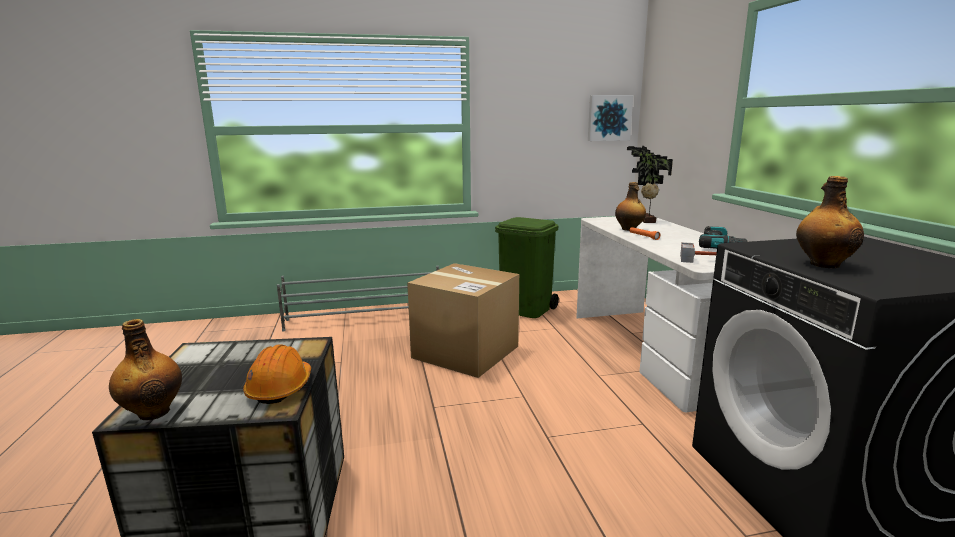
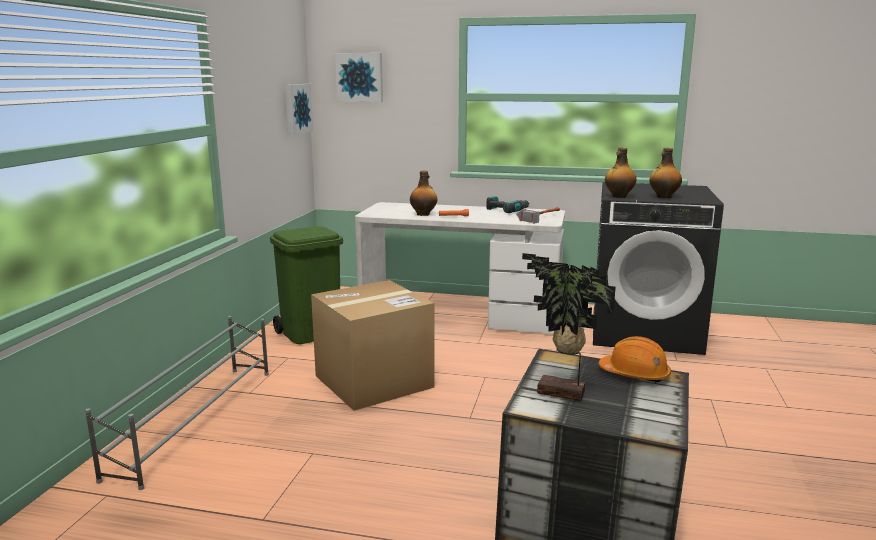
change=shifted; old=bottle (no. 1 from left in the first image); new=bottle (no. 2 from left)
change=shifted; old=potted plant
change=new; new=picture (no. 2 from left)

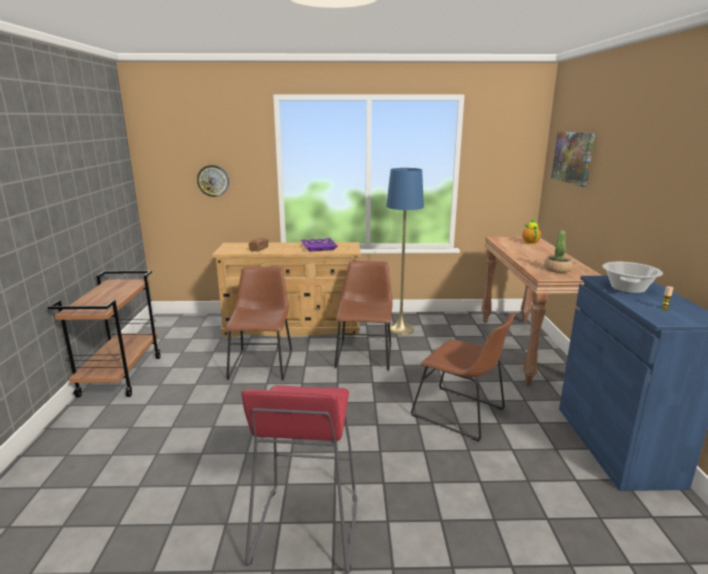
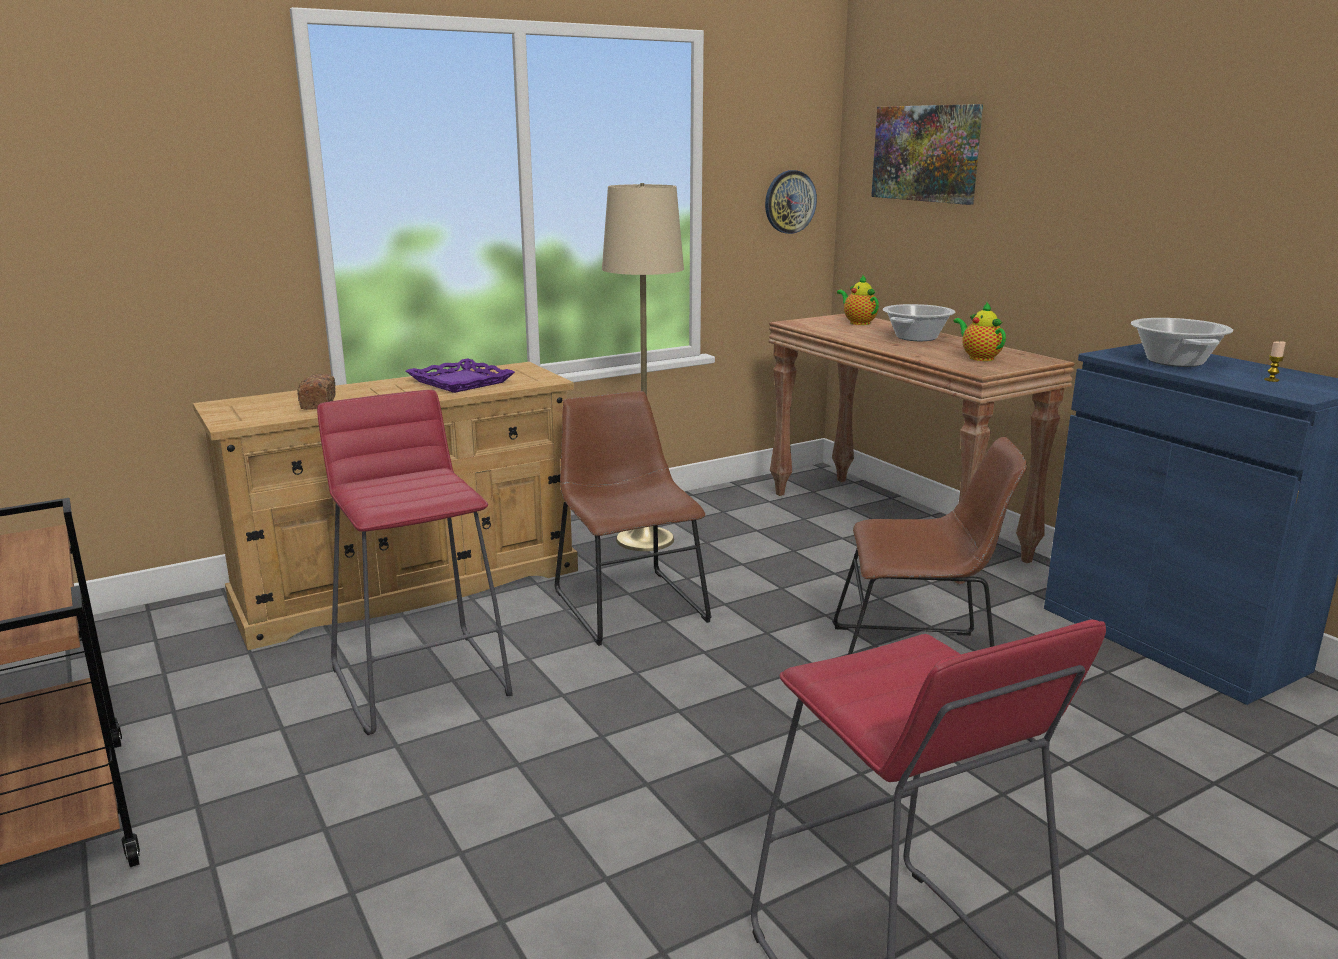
change=shifted; old=wall clock
change=swapped; old=chair (brown) (no. 1 from left); new=stool (red) (no. 1 from left)
change=repainted; old=floor lamp (blue); new=floor lamp (beige)
change=swapped; old=potted plant; new=teapot (no. 2 from left)
change=new; new=cooking pot (no. 1 from left)

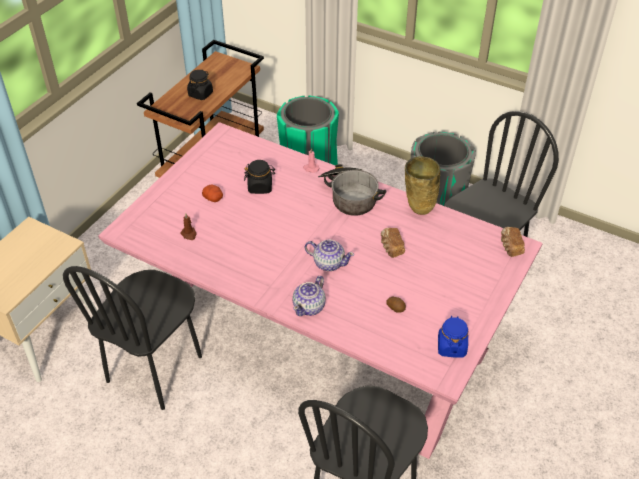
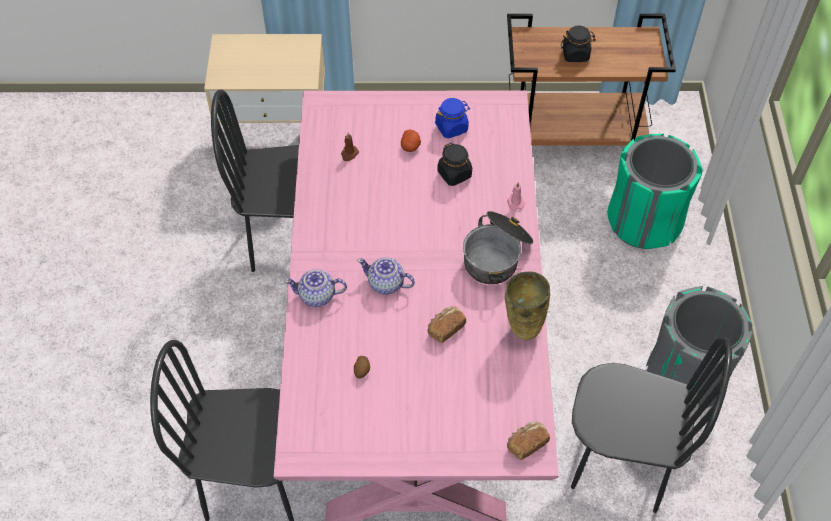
change=rotated; old=teapot (no. 2 from left); degrees=120
change=shifted; old=jar (blue)

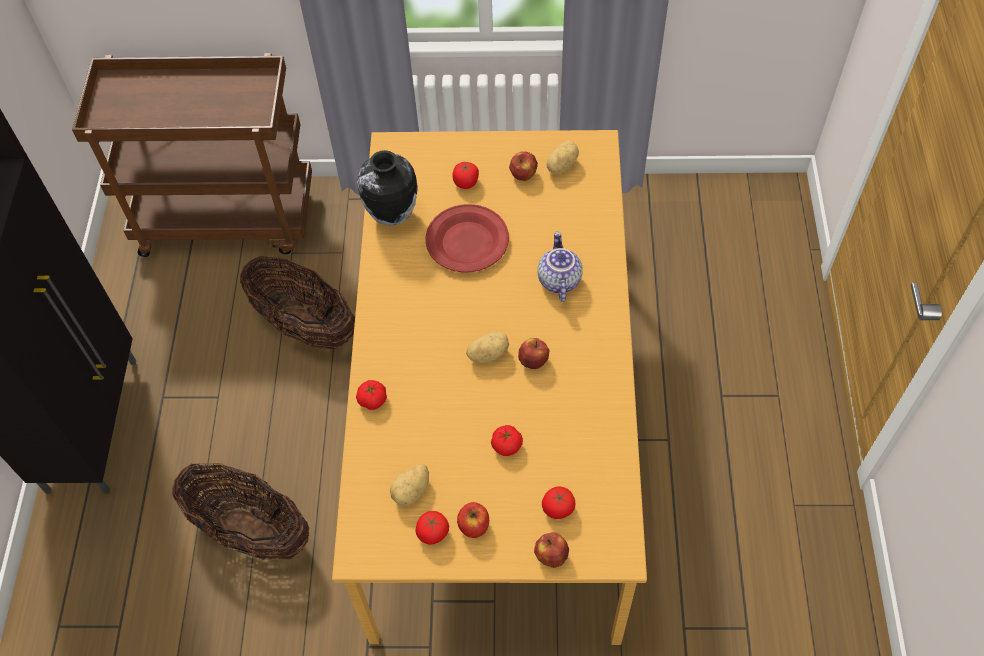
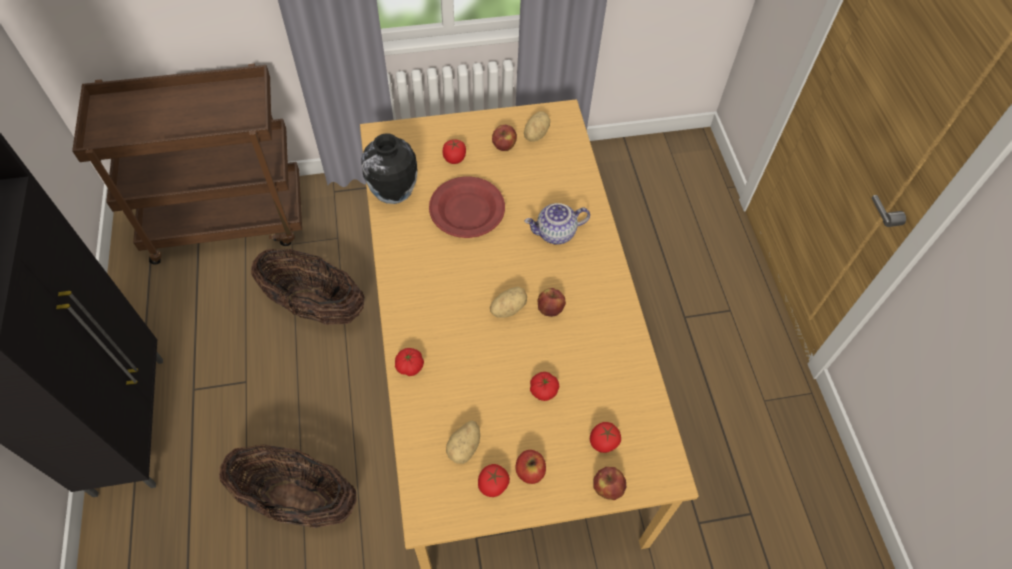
change=rotated; old=teapot; degrees=-90

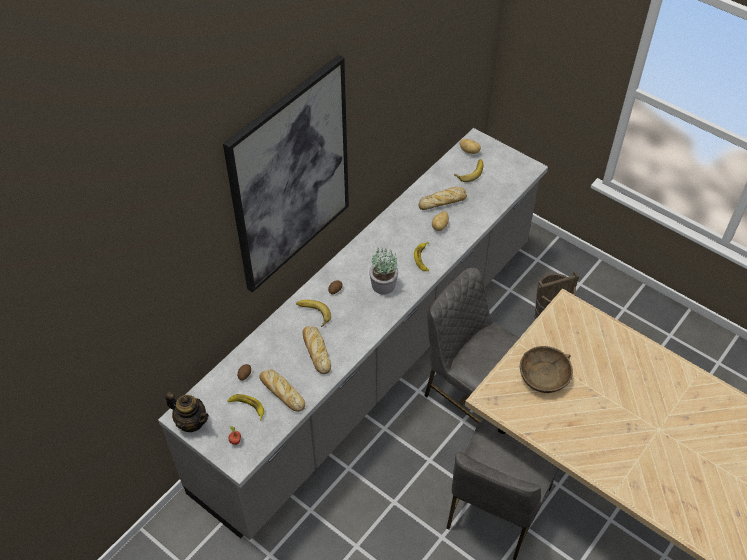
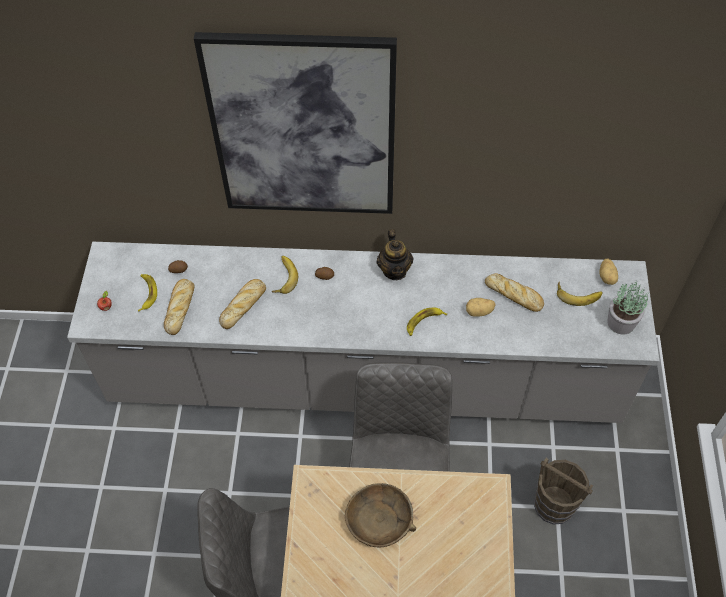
change=shifted; old=teapot
change=shifted; old=potted plant

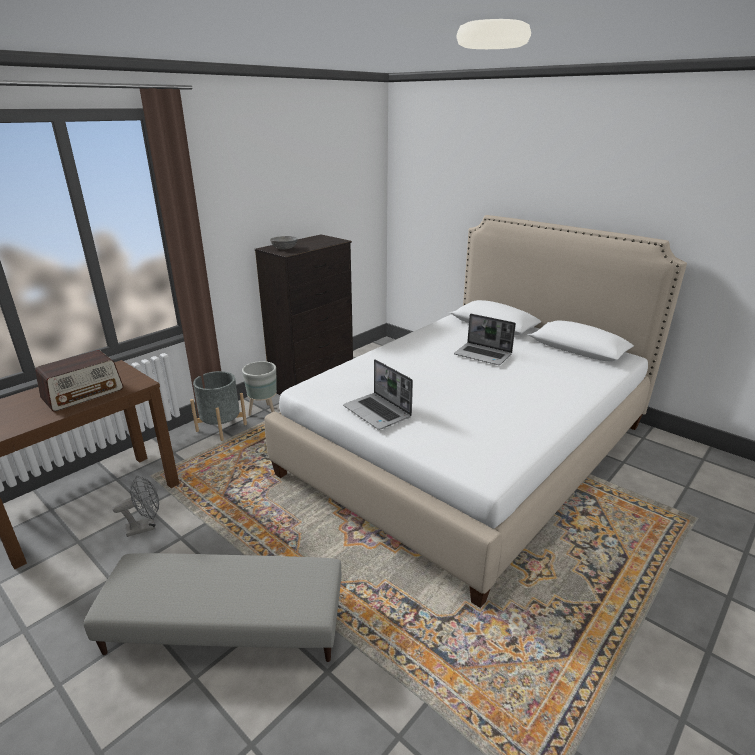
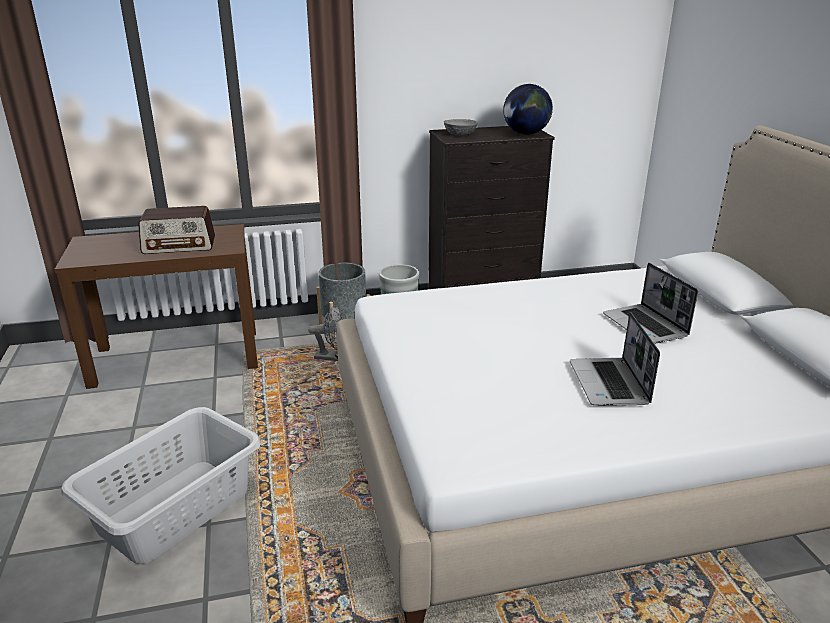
change=swapped; old=ottoman (grey); new=laundry basket (grey)
change=shifted; old=fan (grey)
change=shifted; old=laptop (no. 1 from left)
change=new; new=globe

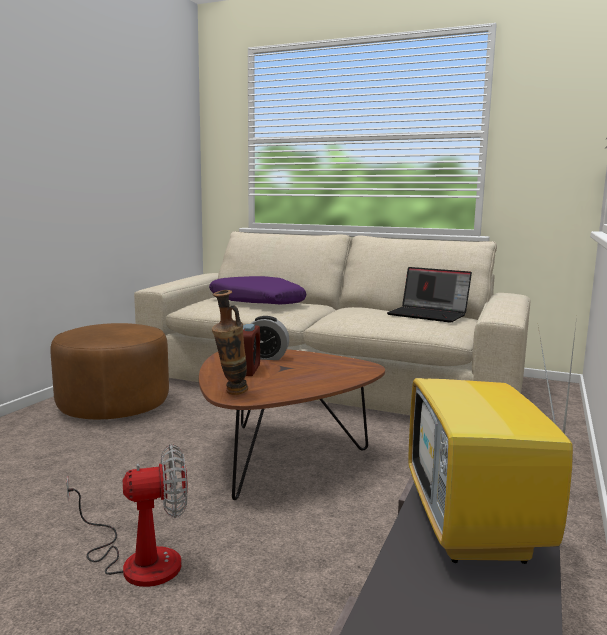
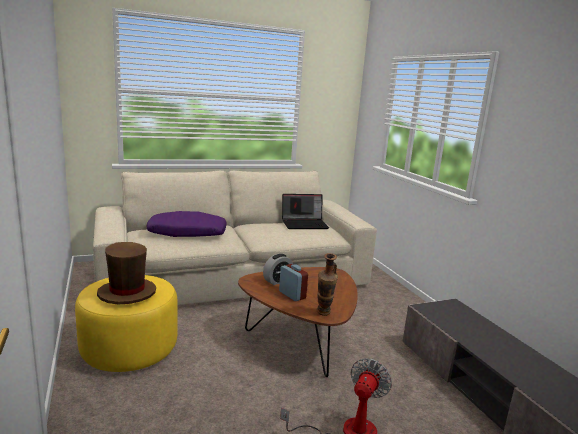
change=repainted; old=ottoman (brown); new=ottoman (yellow)
change=gone; old=television
change=new; new=hat (brown)

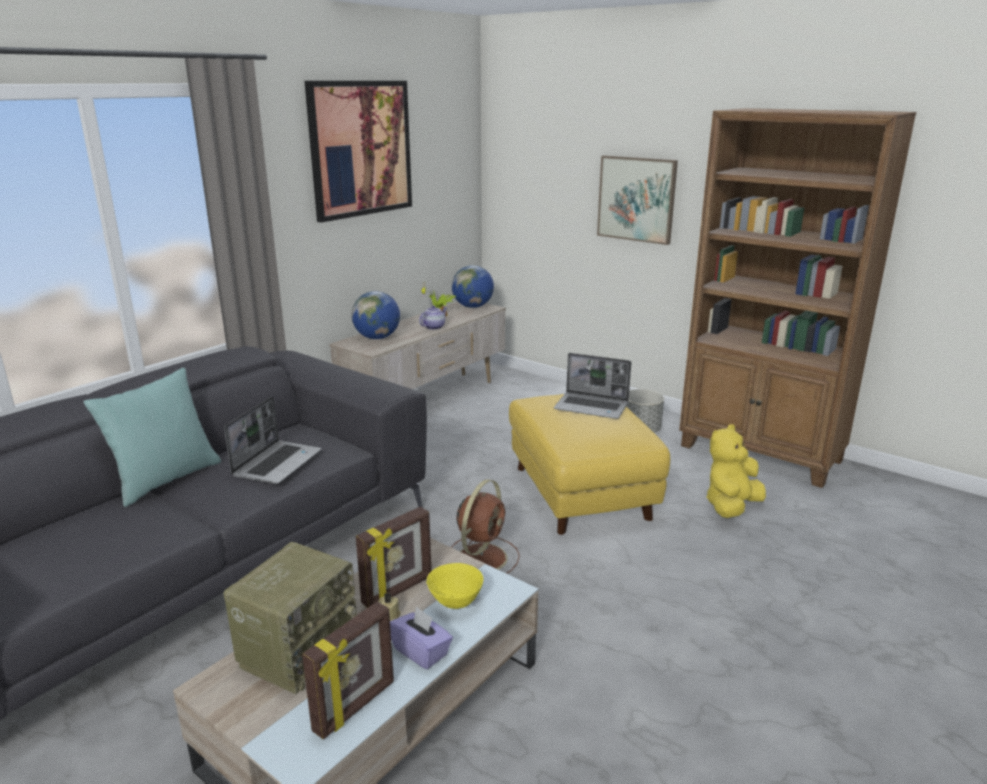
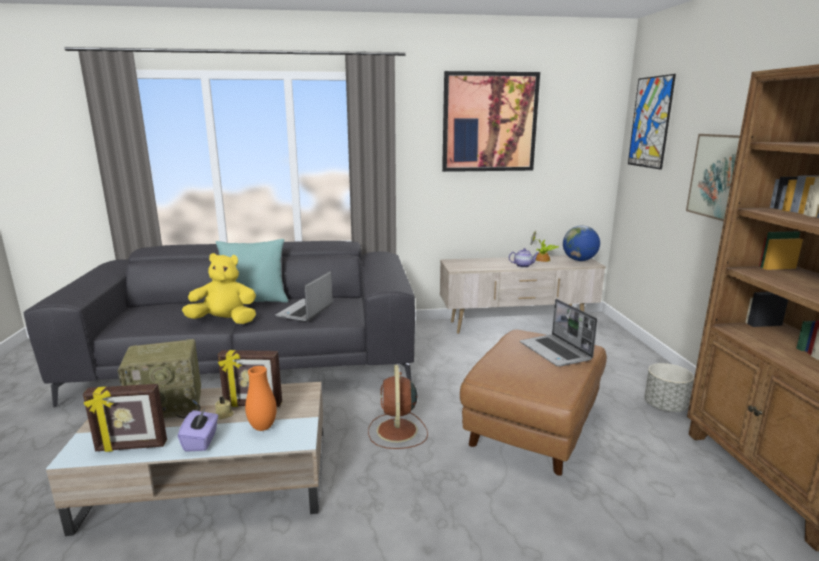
change=rotated; old=laptop (no. 1 from left); degrees=135
change=gone; old=globe (no. 1 from left)
change=swapped; old=bowl (yellow); new=vase (orange)
change=rotated; old=fan (brown); degrees=105
change=repainted; old=ottoman (yellow); new=ottoman (brown)
change=shifted; old=plush toy (yellow)
change=new; new=picture (no. 2 from left)

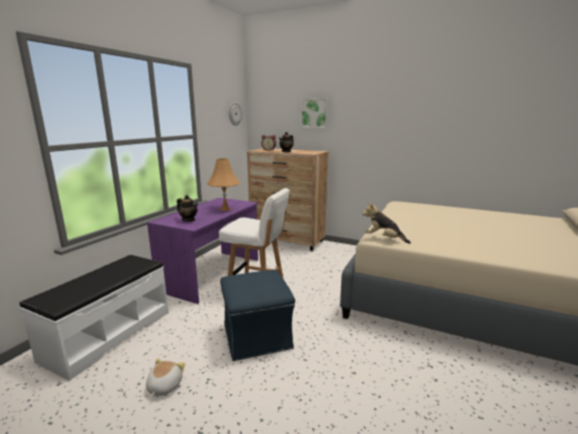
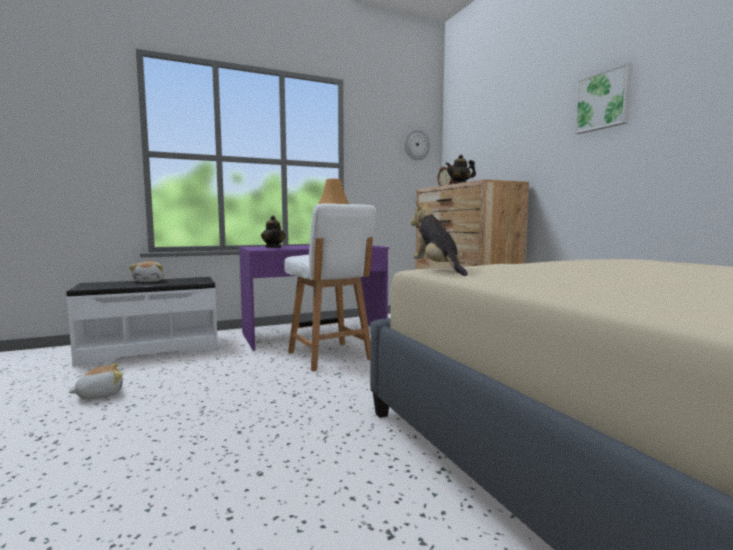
change=gone; old=ottoman (blue)
change=shifted; old=picture
change=new; new=plush toy (no. 2 from left)

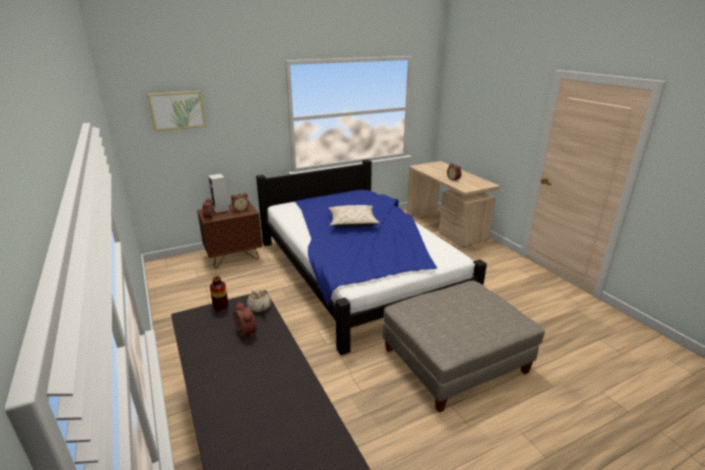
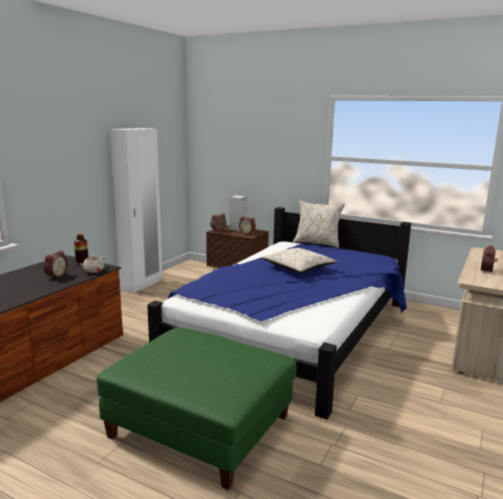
change=gone; old=picture
change=repainted; old=ottoman (grey); new=ottoman (green)
change=new; new=wardrobe (white)
change=new; new=pillow (beige) (no. 2 from left)

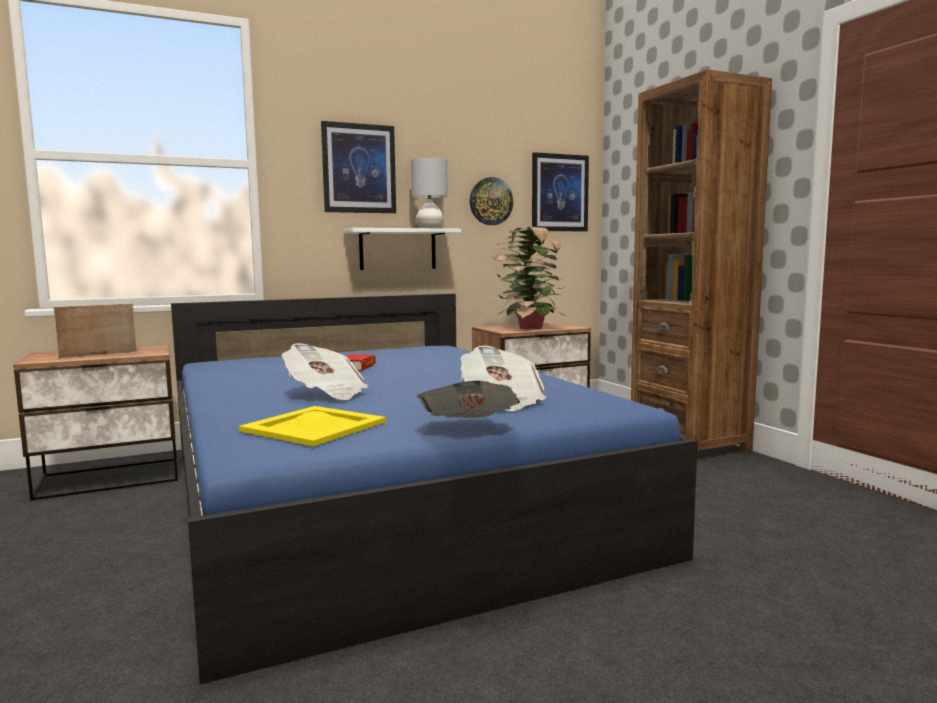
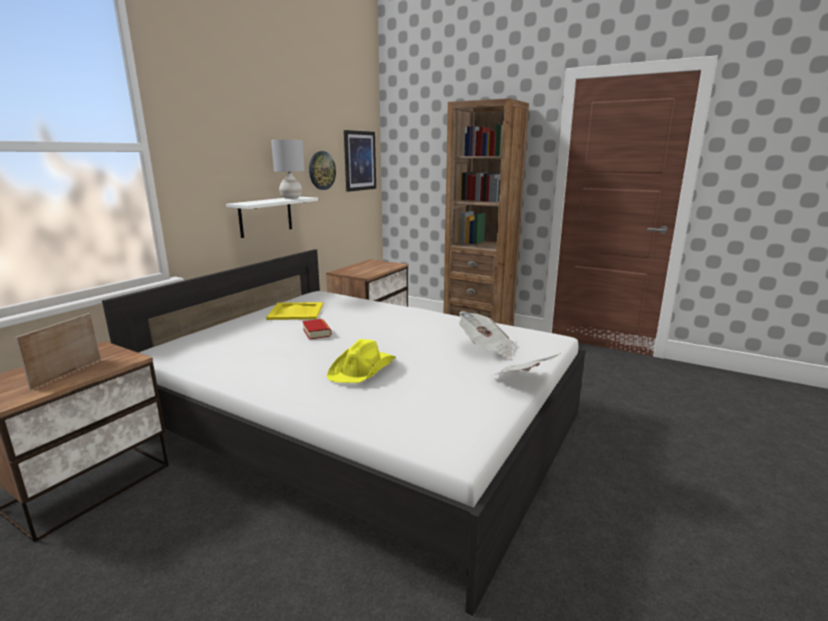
change=repainted; old=bed (blue); new=bed (white)
change=shifted; old=tray (yellow)
change=swapped; old=newspaper (no. 1 from left); new=hat (yellow)
change=gone; old=picture (no. 1 from left)
change=gone; old=potted plant

